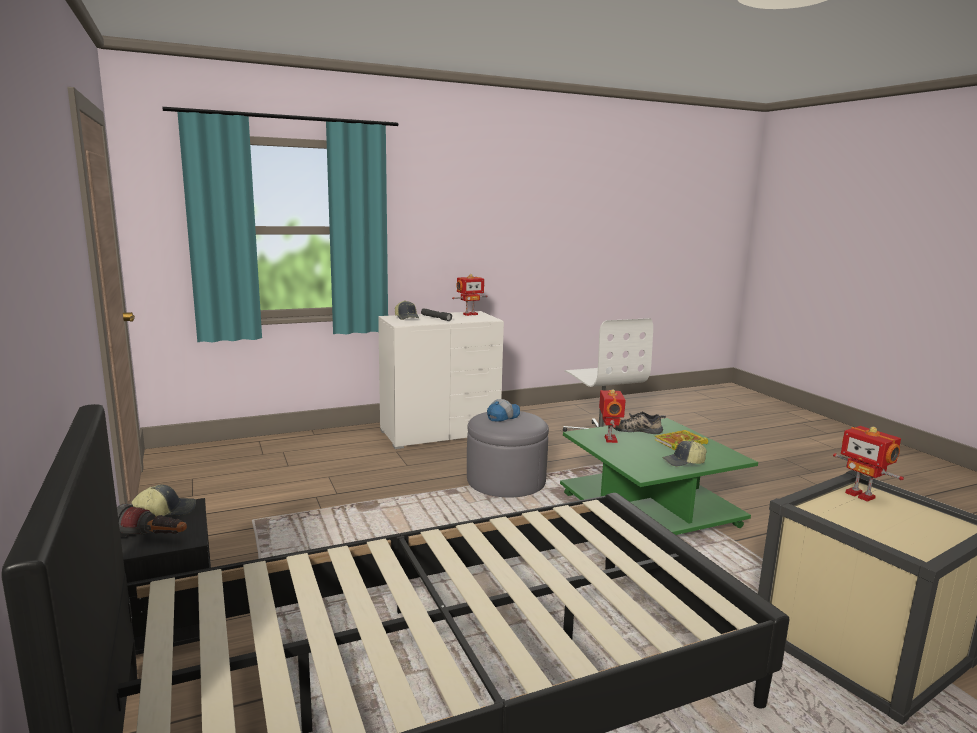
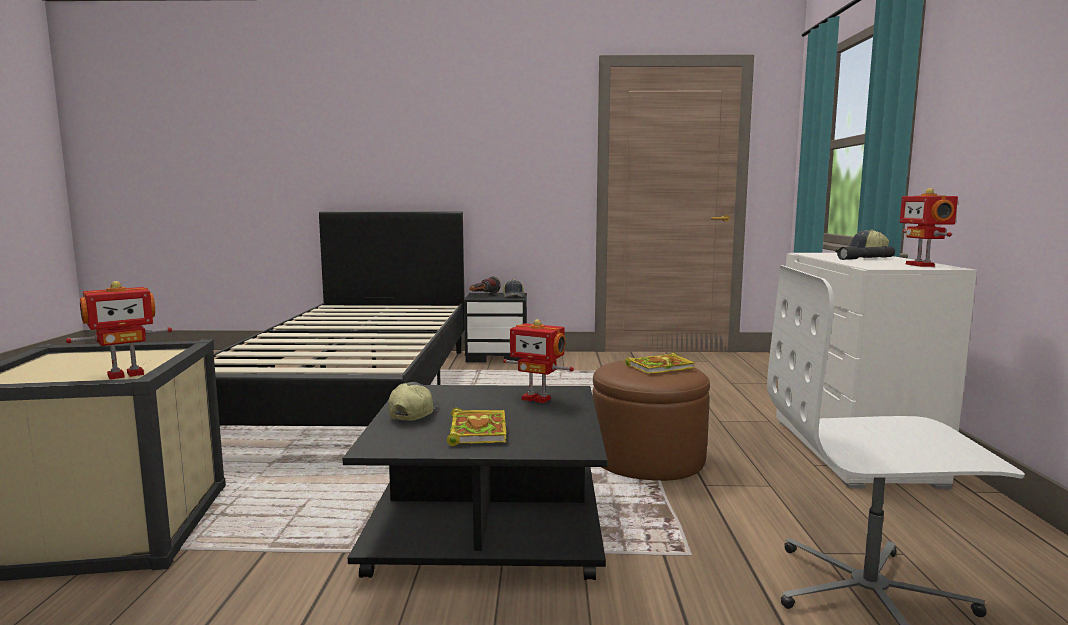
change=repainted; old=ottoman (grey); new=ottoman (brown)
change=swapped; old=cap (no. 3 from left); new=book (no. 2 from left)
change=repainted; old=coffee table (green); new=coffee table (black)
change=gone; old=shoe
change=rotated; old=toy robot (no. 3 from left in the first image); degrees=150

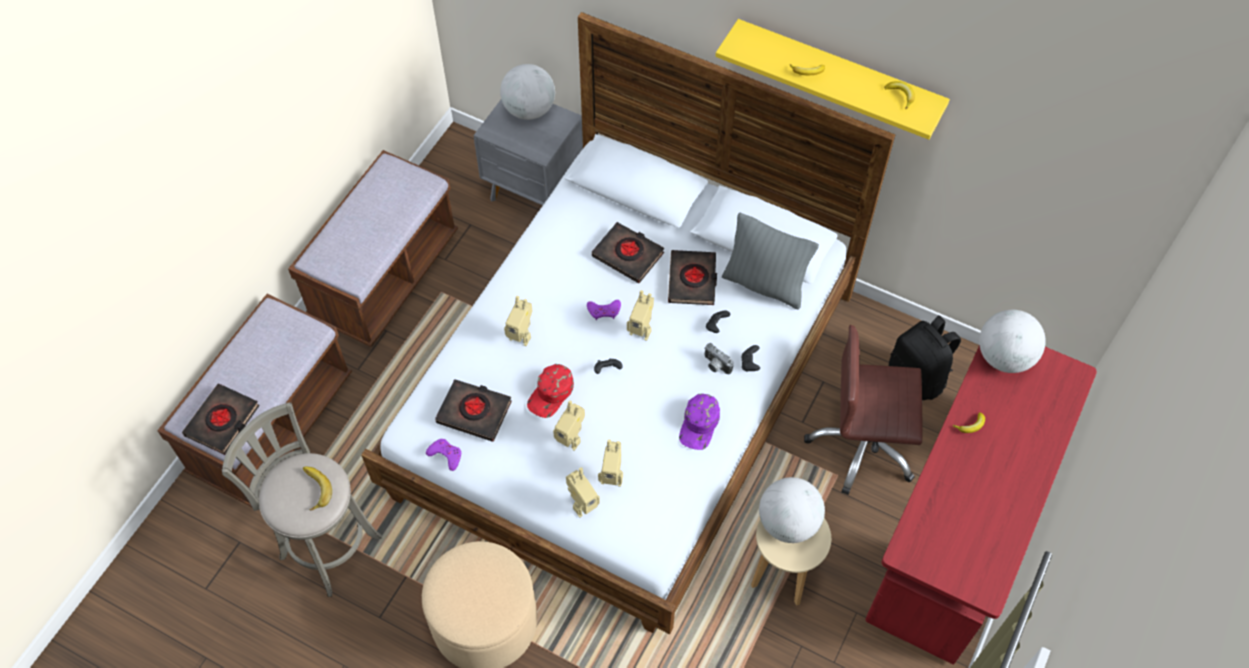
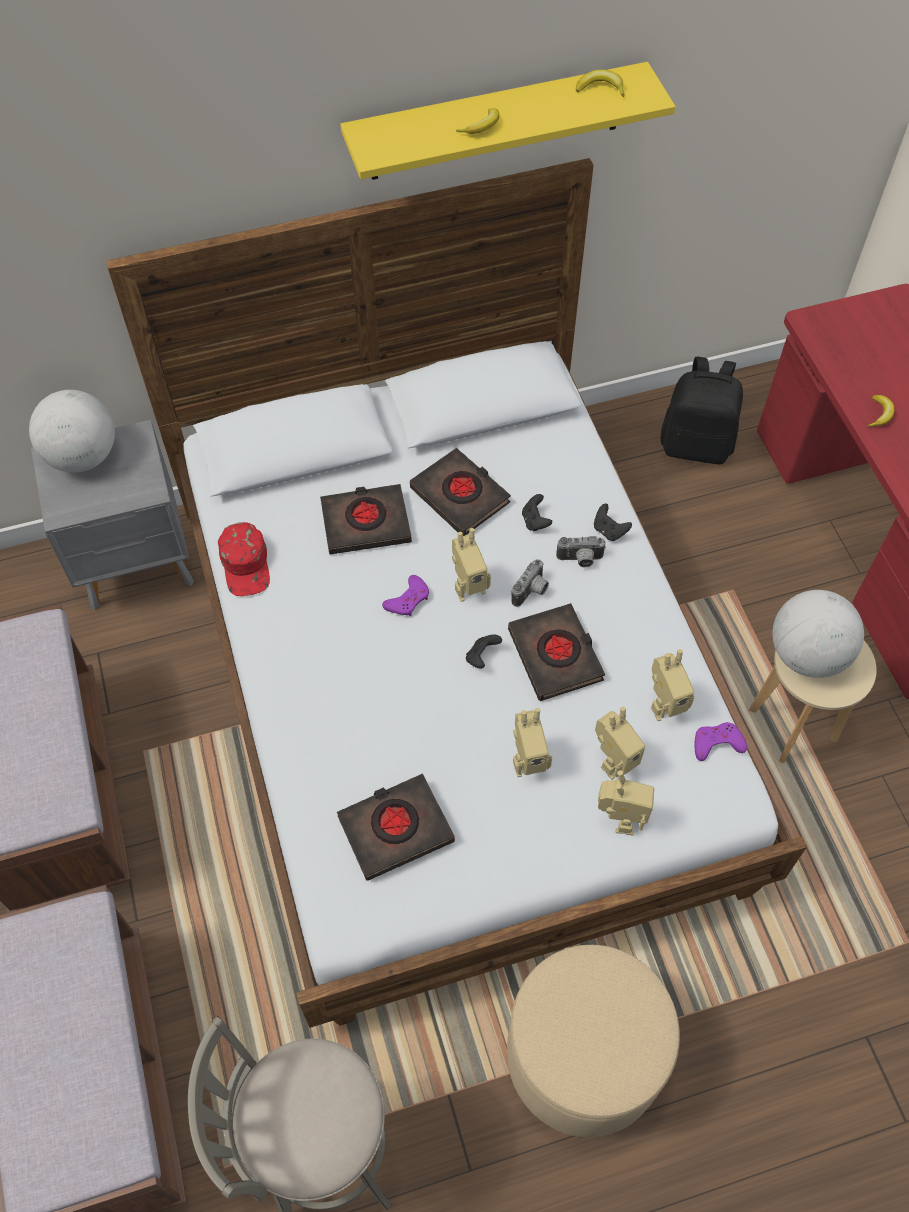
change=shifted; old=book (black) (no. 1 from left in the first image); new=book (black) (no. 4 from left)
change=gone; old=banana (no. 1 from left)
change=shifted; old=game controller (purple) (no. 1 from left in the first image); new=game controller (purple) (no. 2 from left)
change=shifted; old=toy robot (no. 1 from left in the first image); new=toy robot (no. 5 from left)
change=shifted; old=cap (red)
change=gone; old=cap (purple)
change=gone; old=pillow (grey)
change=gone; old=office chair (brown)
change=gone; old=globe (no. 3 from left)
change=new; new=photo camera (no. 1 from left)

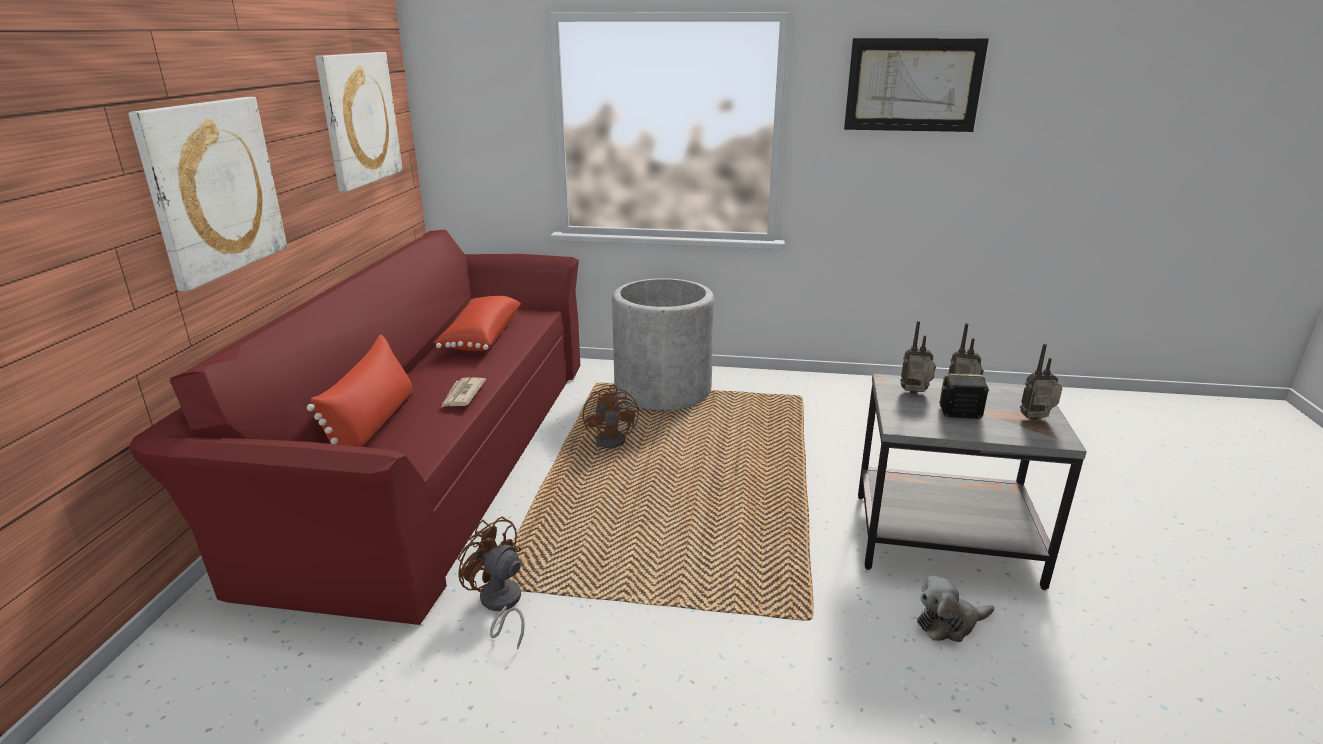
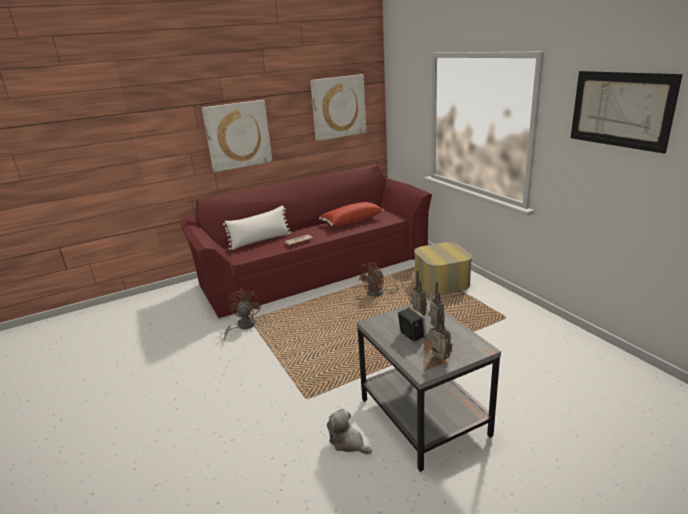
change=repainted; old=pillow (red) (no. 1 from left); new=pillow (white)
change=swapped; old=planter (grey); new=ottoman

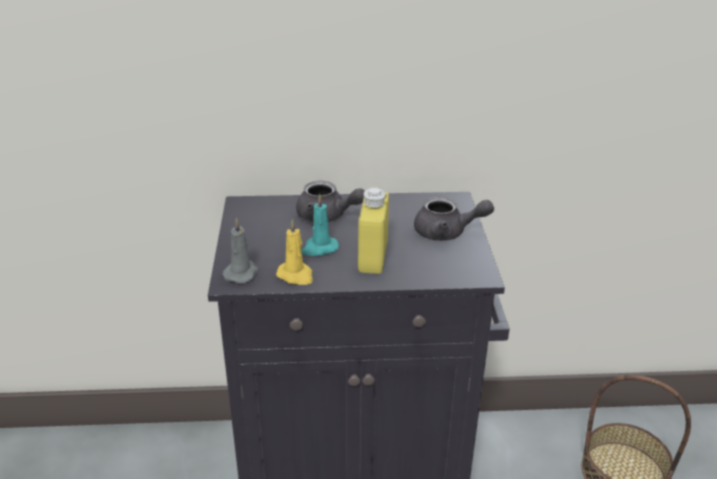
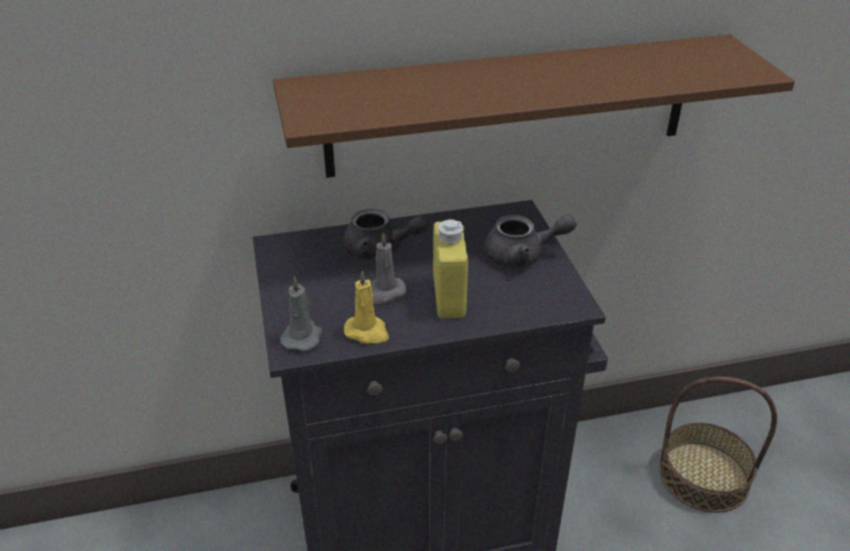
change=repainted; old=candle (turquoise); new=candle (grey) (no. 2 from left)
change=new; new=shelf (brown)

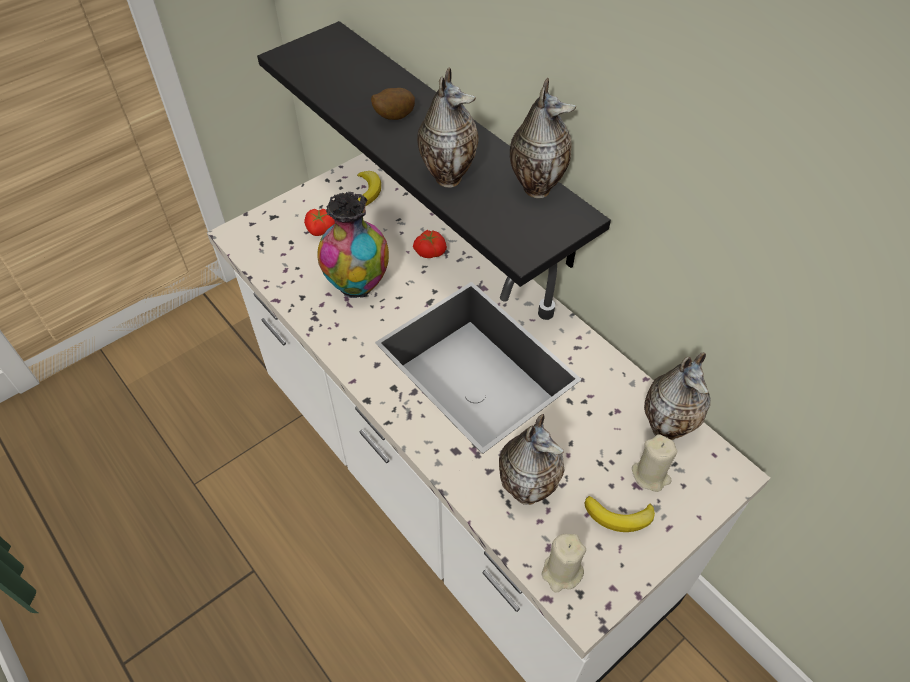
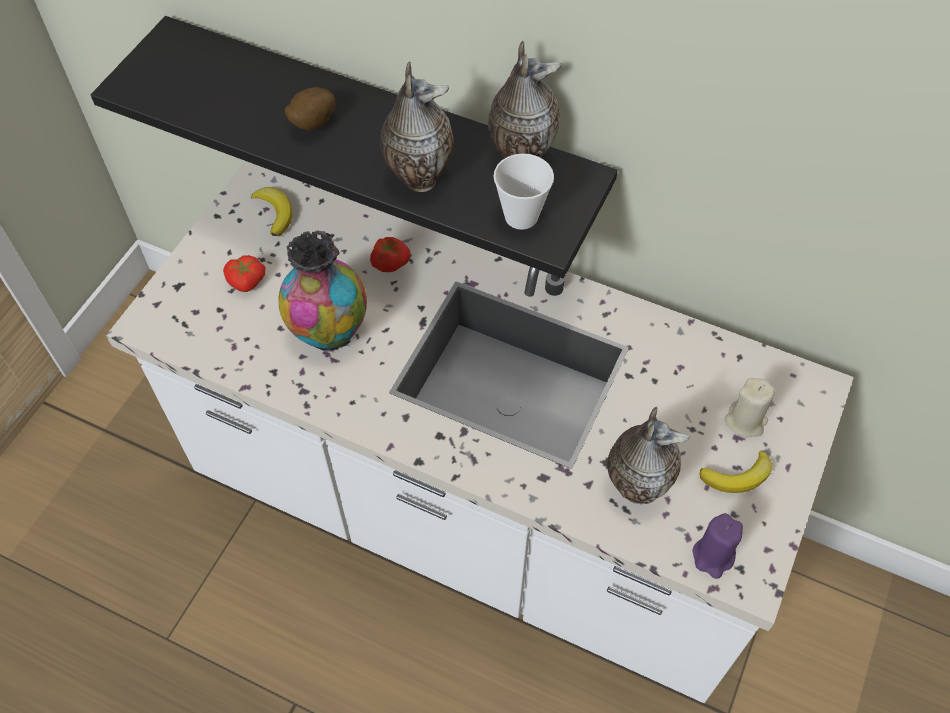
change=repainted; old=candle (beige) (no. 1 from left); new=candle (purple)
change=gone; old=vase (no. 5 from left)
change=new; new=cup

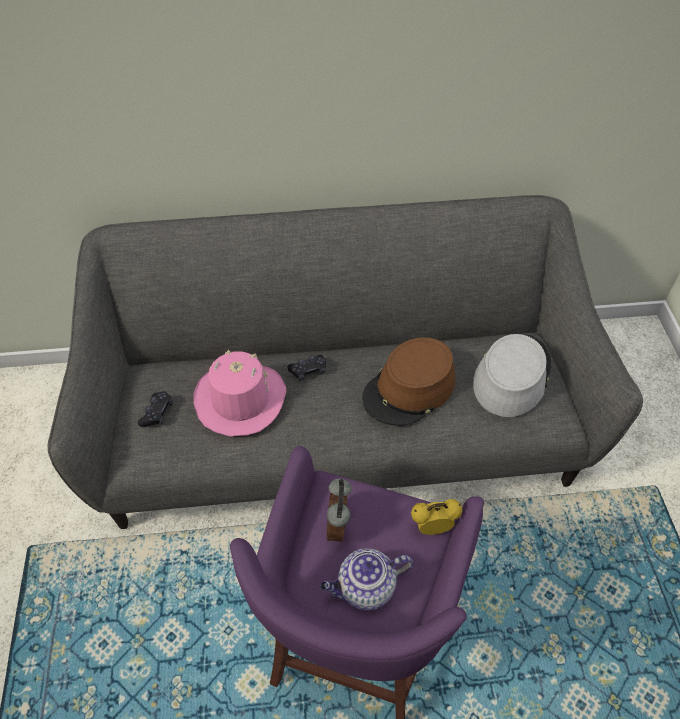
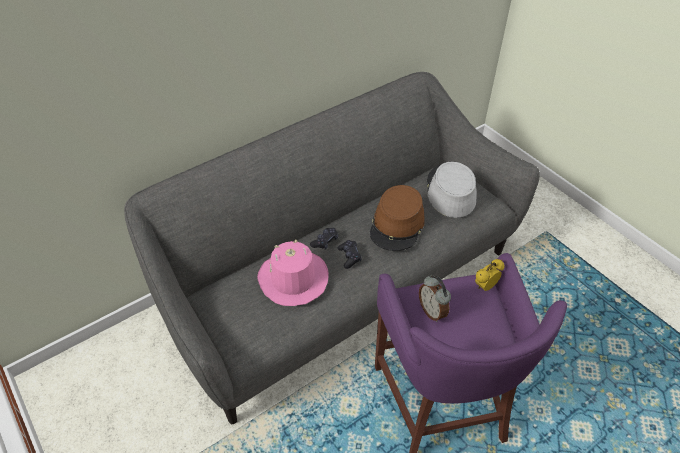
change=shifted; old=game controller (black) (no. 1 from left in the first image); new=game controller (black) (no. 2 from left)
change=gone; old=teapot

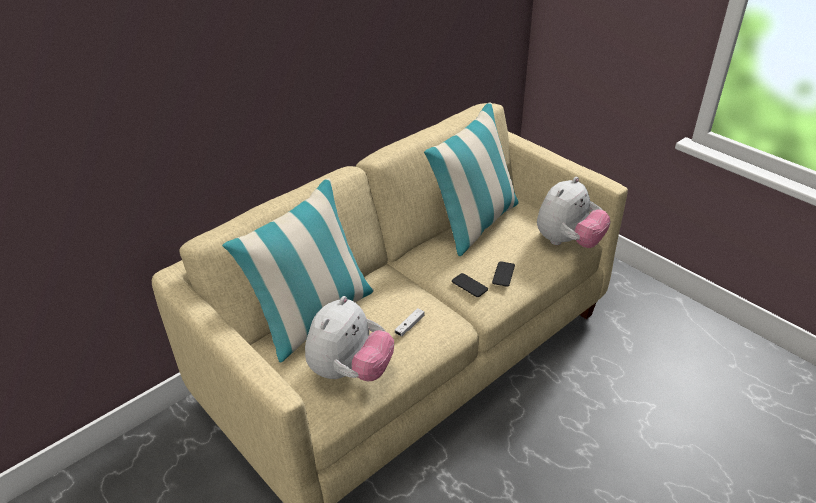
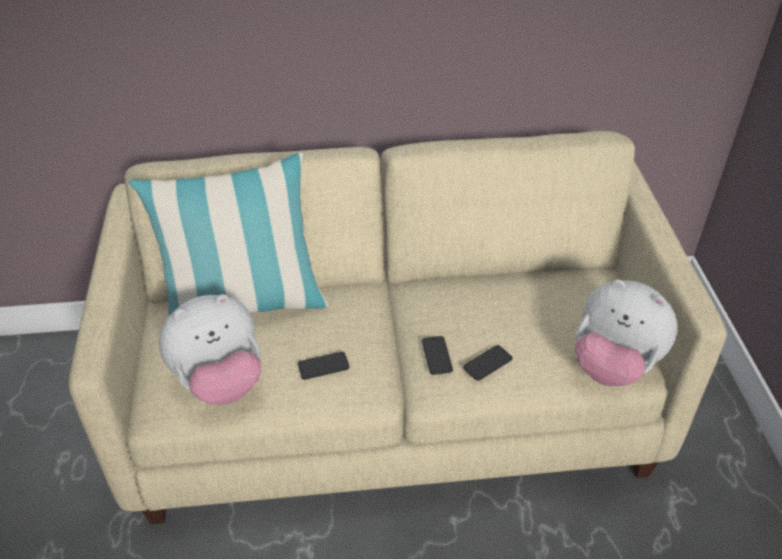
change=swapped; old=game controller (white); new=phone (no. 1 from left)
change=gone; old=pillow (no. 2 from left)
change=rotated; old=plush toy (no. 2 from left); degrees=45

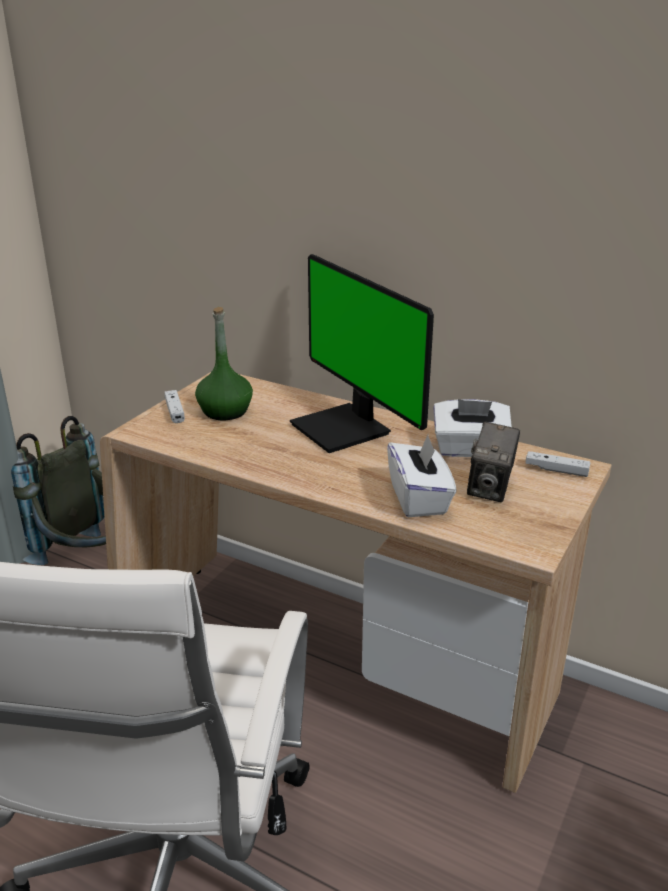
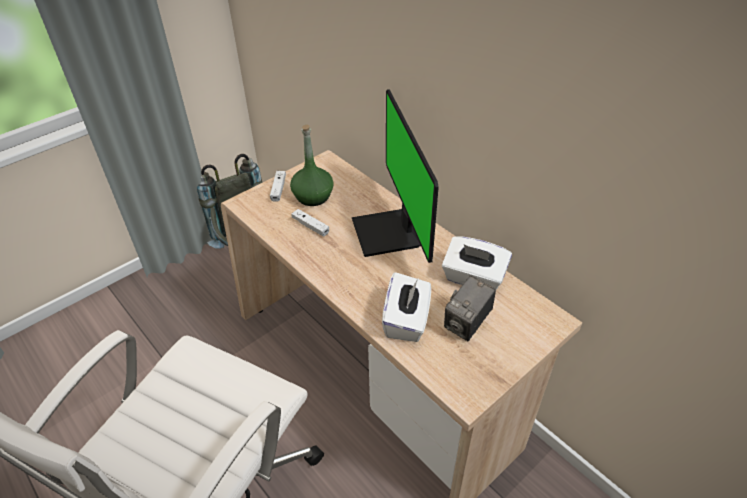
change=shifted; old=game controller (white) (no. 2 from left)

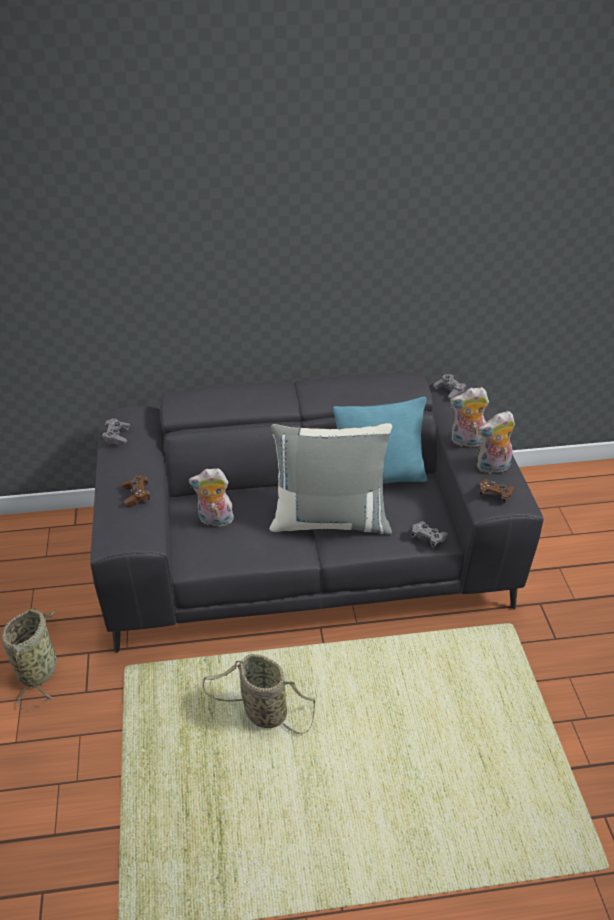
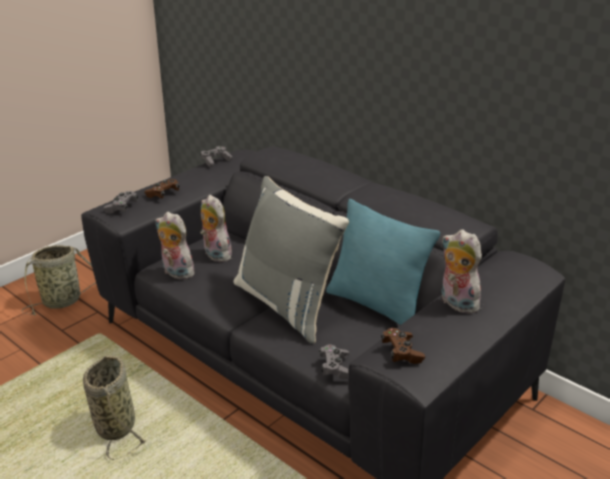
change=shifted; old=game controller (grey) (no. 3 from left in the first image); new=game controller (grey) (no. 1 from left)
change=shifted; old=plush toy (no. 3 from left in the first image); new=plush toy (no. 1 from left)

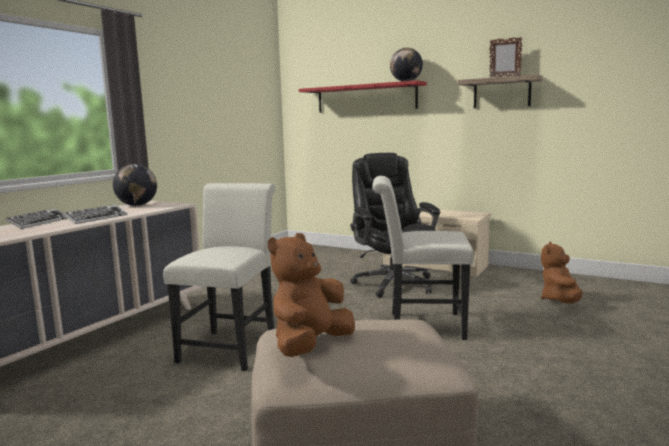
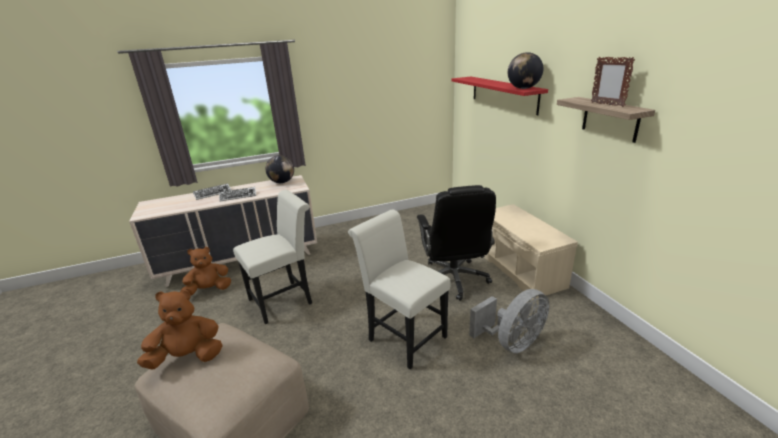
change=rotated; old=office chair (black); degrees=150
change=shifted; old=plush toy (brown) (no. 2 from left)
change=new; new=fan (grey)

